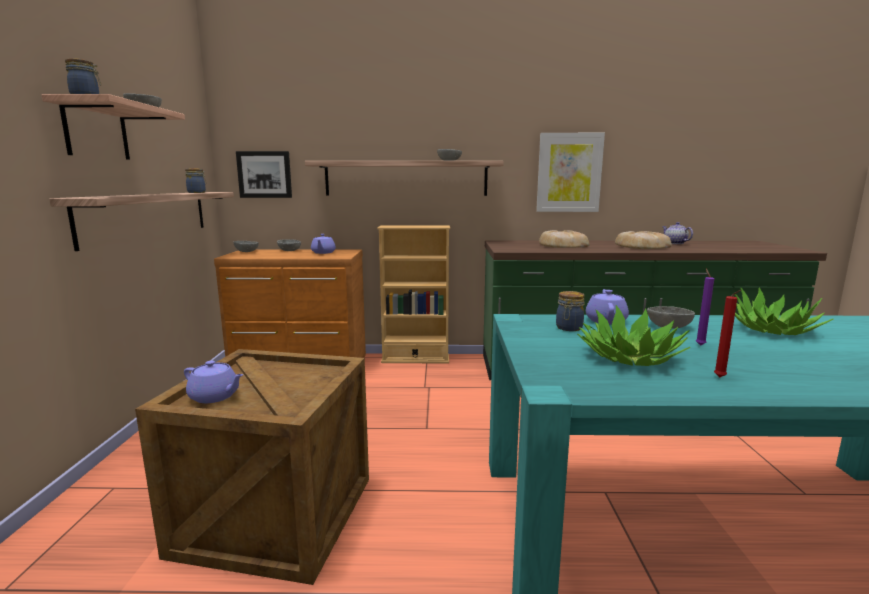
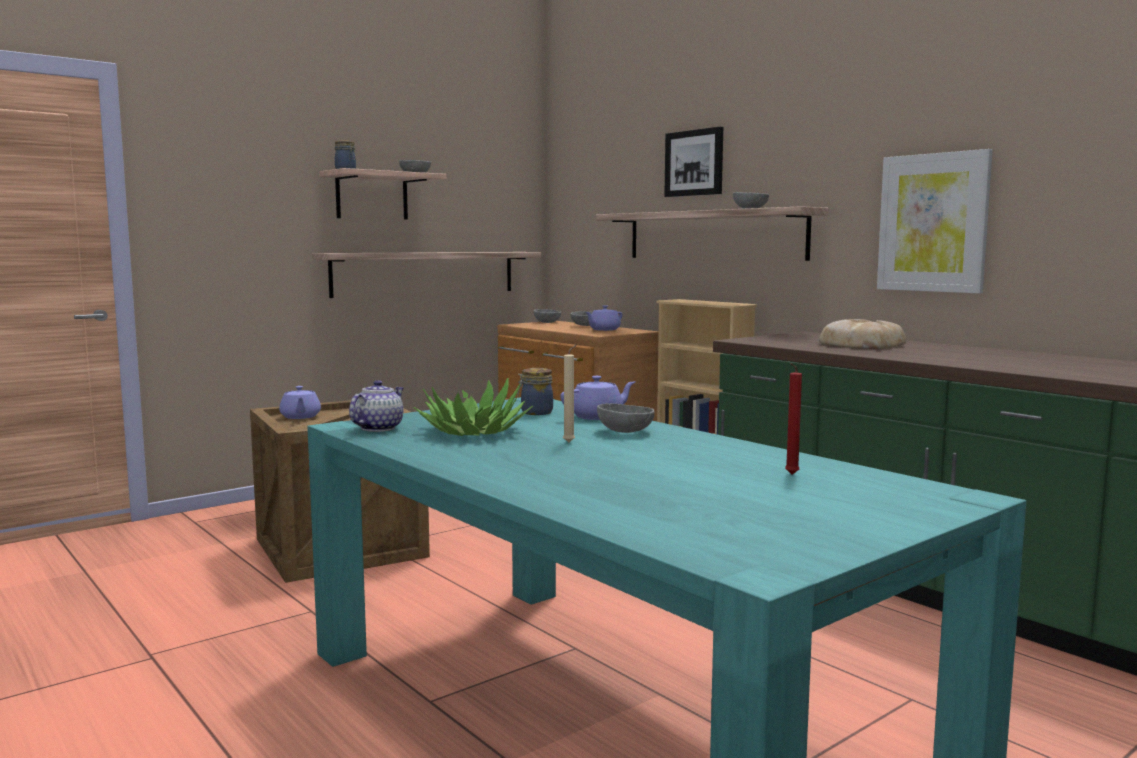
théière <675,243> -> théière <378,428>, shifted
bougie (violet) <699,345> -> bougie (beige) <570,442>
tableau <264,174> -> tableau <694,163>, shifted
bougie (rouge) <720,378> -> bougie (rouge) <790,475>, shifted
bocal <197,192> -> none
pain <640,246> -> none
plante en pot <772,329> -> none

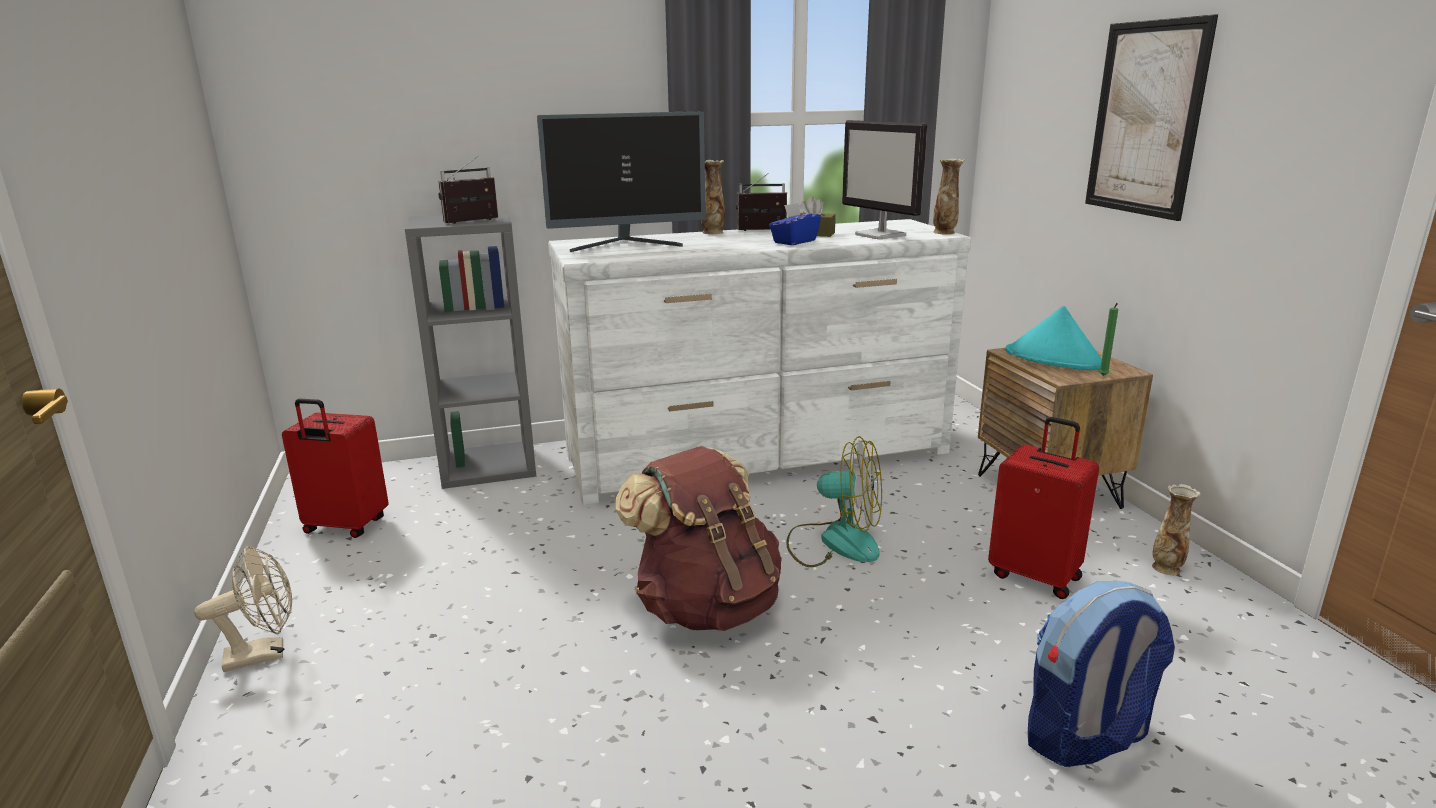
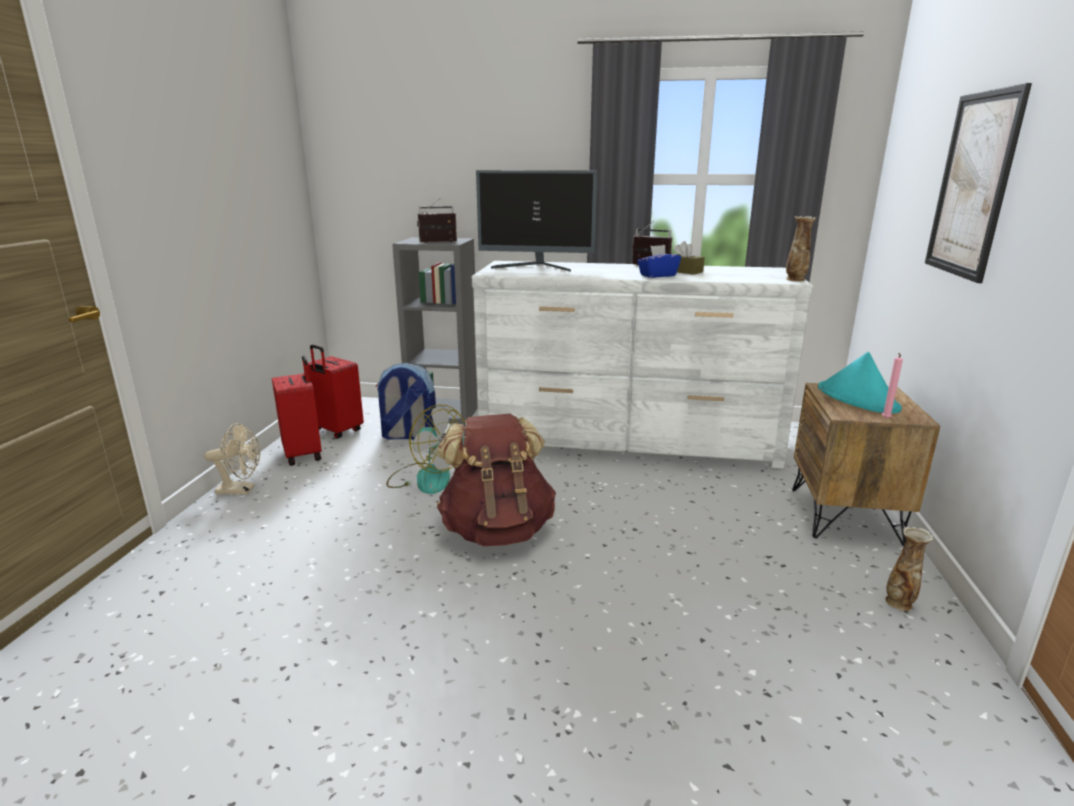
valise (rouge) <1035,575> -> valise (rouge) <304,454>, shifted
sac à dos <1086,739> -> sac à dos <408,436>, shifted
ventilateur <834,542> -> ventilateur <426,477>, shifted
bougie (vert) <1103,376> -> bougie (rose) <885,419>
vase <713,232> -> none
écran d'ordinateur <881,235> -> none

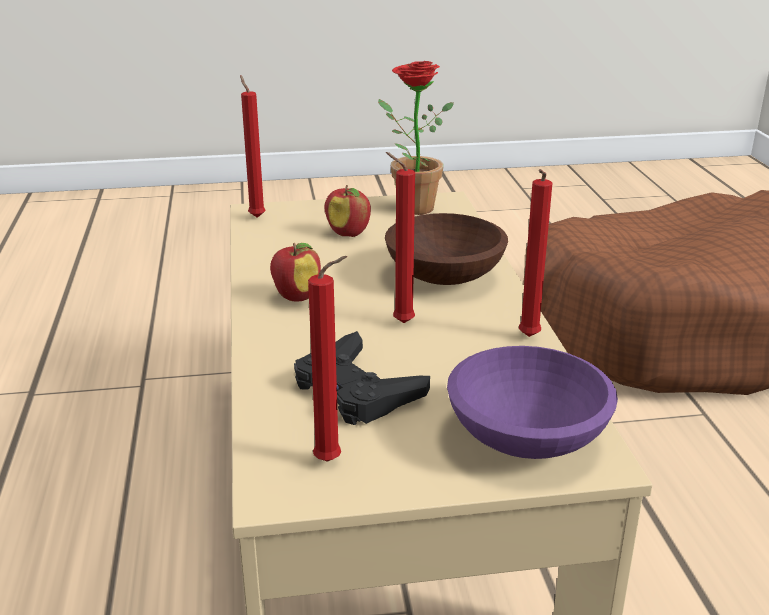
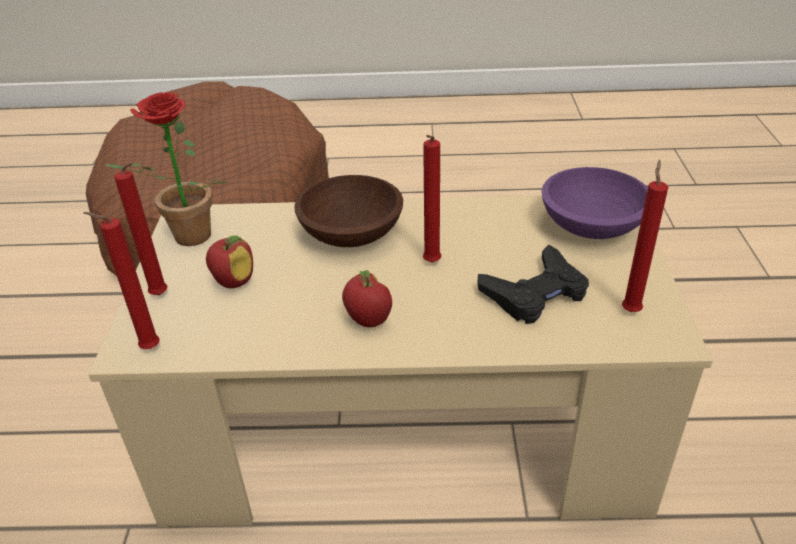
bougie (rouge) <527,338> -> bougie (rouge) <161,296>, shifted

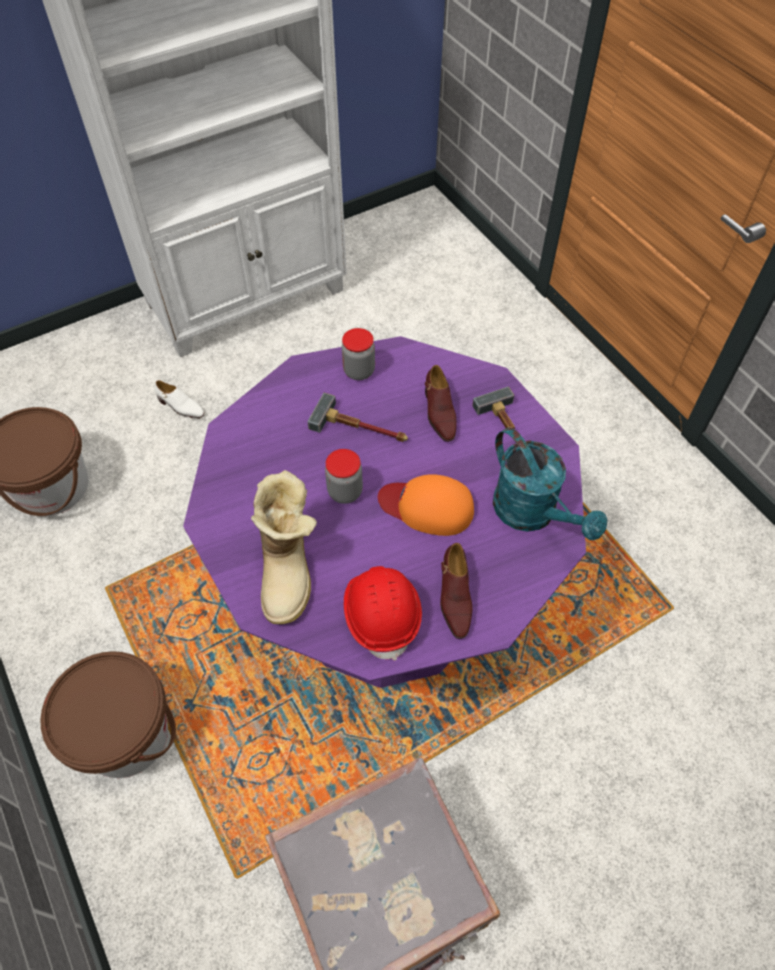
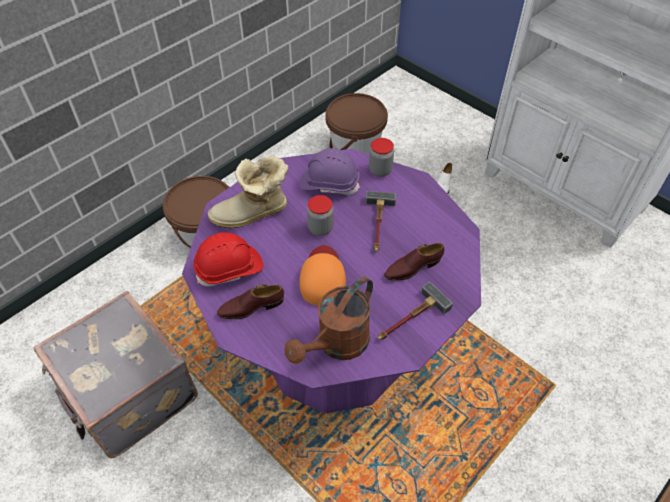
arrosoir (turquoise) <533,514> -> arrosoir (marron) <337,345>
none -> casque de chantier (violet) <329,183>
bocal <359,371> -> bocal <380,170>, shifted

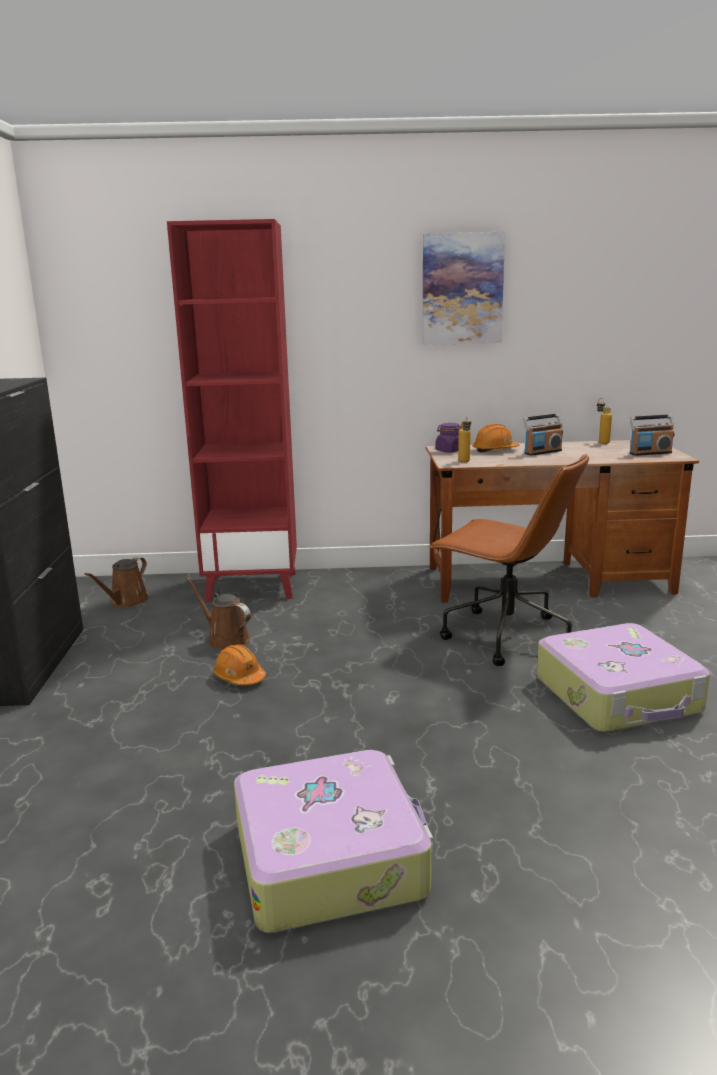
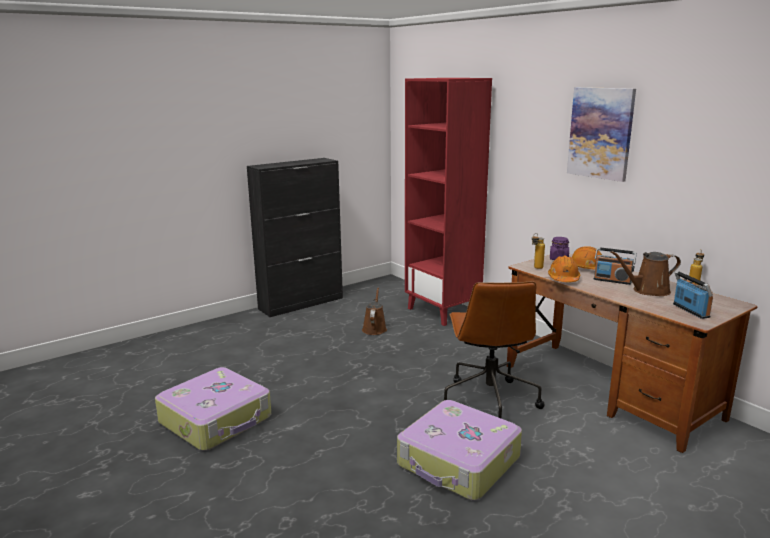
casque de chantier (orange) <239,677> -> casque de chantier (orange) <563,279>, shifted
arrosoir (marron) <126,601> -> arrosoir (marron) <648,291>, shifted
radio <650,453> -> radio <690,311>, 150 degrees counterclockwise

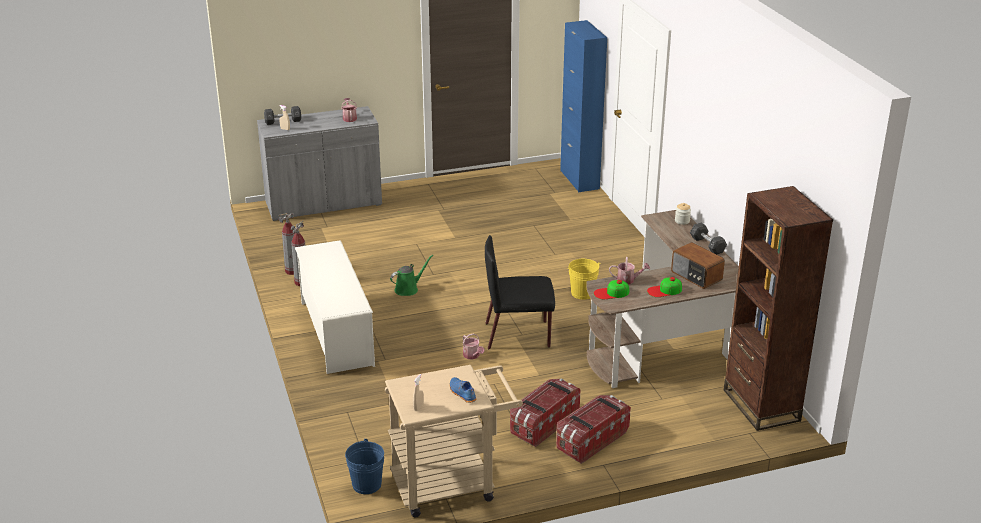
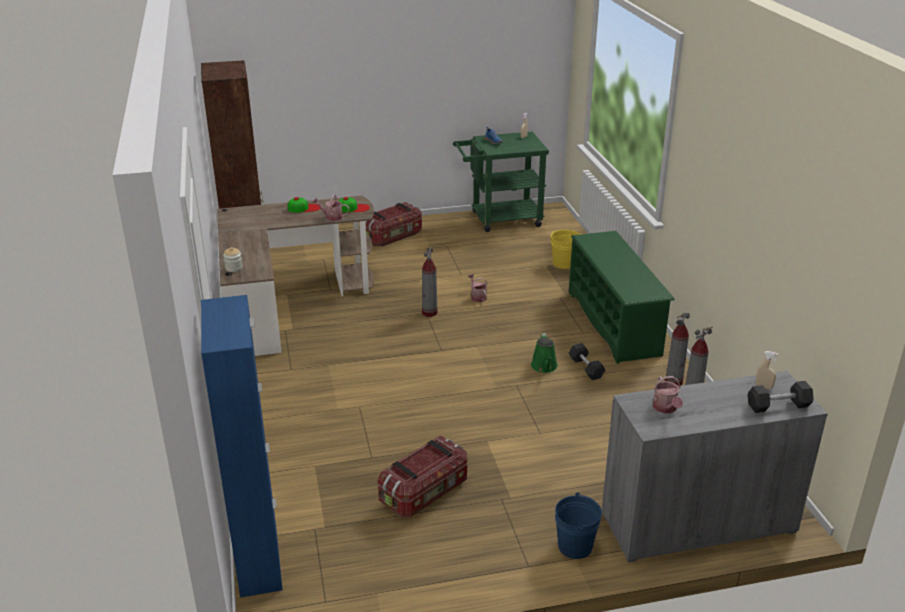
boîte de rangement <543,424> -> boîte de rangement <425,493>, shifted
chaise (noir) <519,335> -> extincteur <429,313>
chariot (beige) <452,484> -> chariot (vert) <500,219>
arrosoir (vert) <408,289> -> arrosoir (vert) <544,367>, 60 degrees counterclockwise
seau (jaune) <582,293> -> seau (jaune) <564,263>, shifted
seau (bleu) <366,484> -> seau (bleu) <575,546>, shifted
étagère à chaussures (blanc) <336,333> -> étagère à chaussures (vert) <614,323>
haltère (gris) <707,245> -> haltère (gris) <586,368>, shifted
radio <696,276> -> none

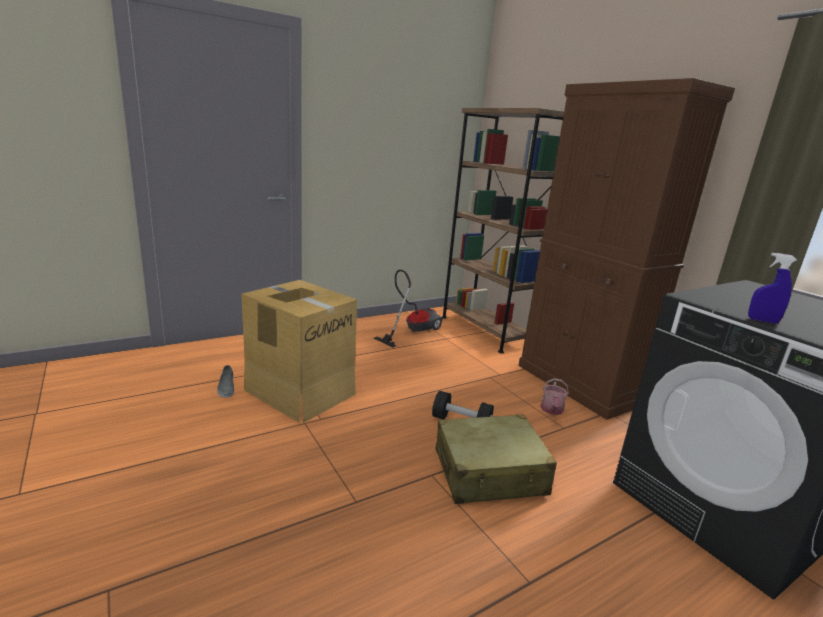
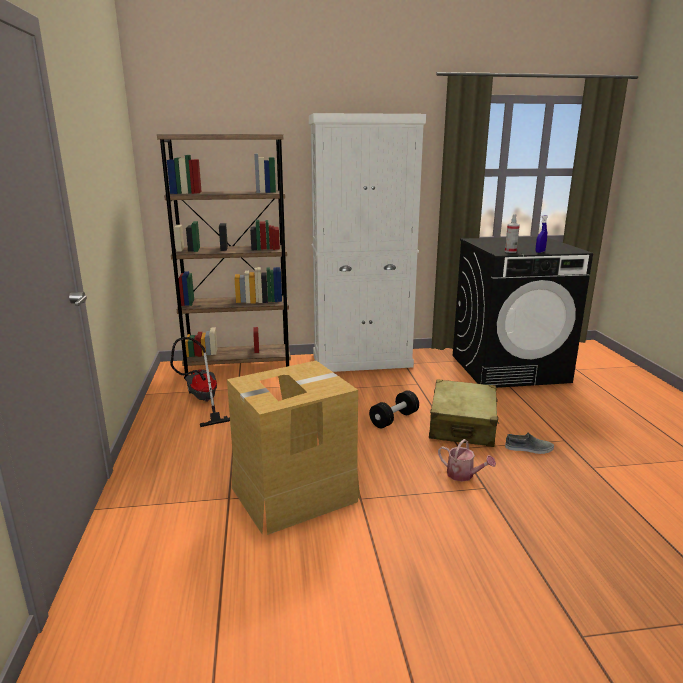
meuble de rangement (marron) <577,384> -> meuble de rangement (blanc) <362,361>
arrosoir <552,410> -> arrosoir <463,475>, shifted
none -> vaporisateur <510,251>
chaussure (gris) <226,387> -> chaussure (gris) <529,449>, shifted

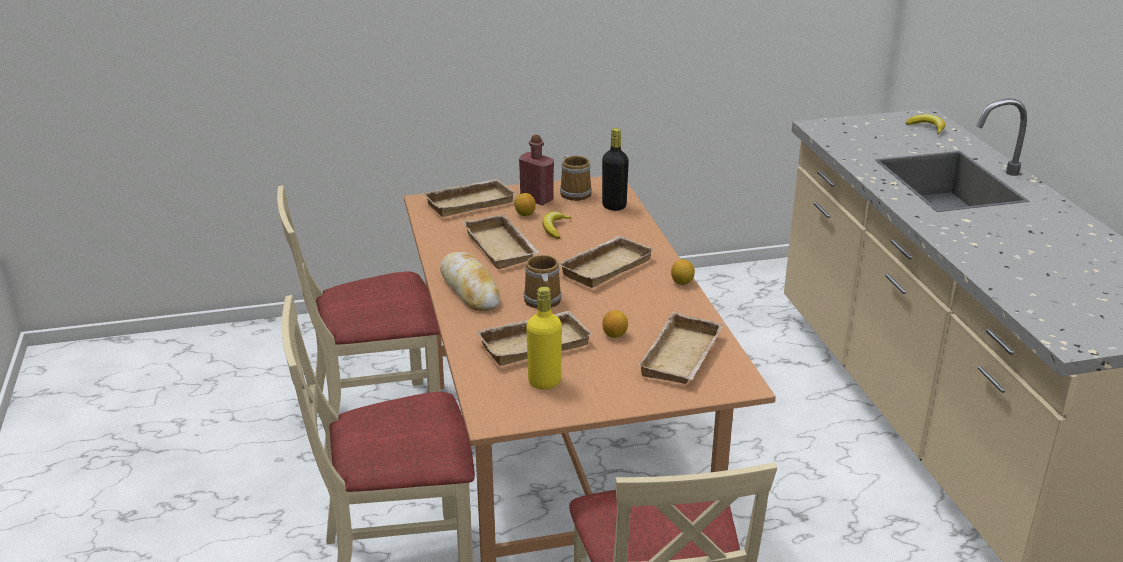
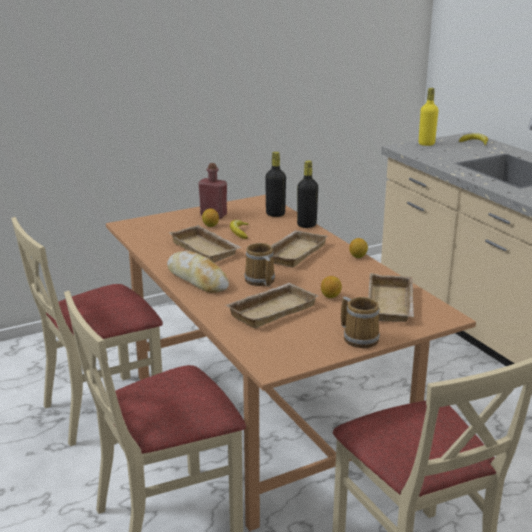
none -> bouteille (noir) <306,225>
mug <575,193> -> mug <360,338>, shifted
bouteille (jaune) <544,382> -> bouteille (jaune) <426,144>, shifted
plateau (beige) <469,202> -> none

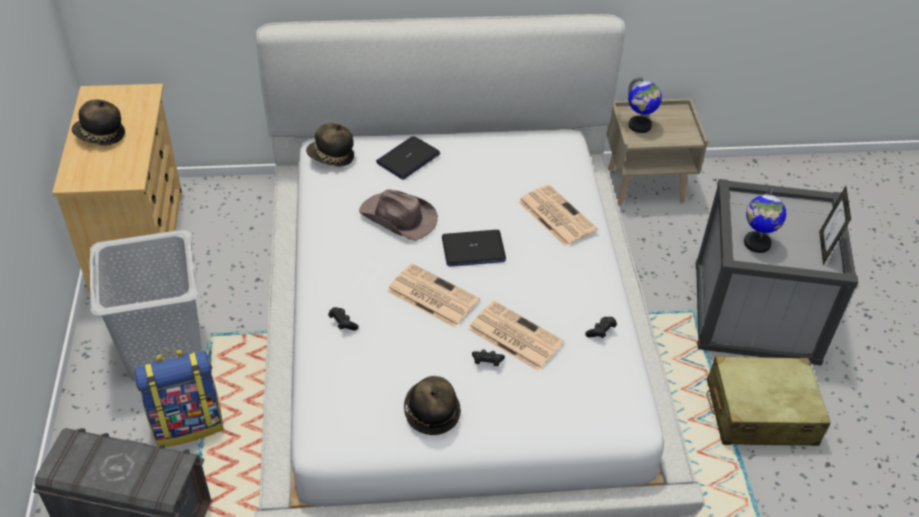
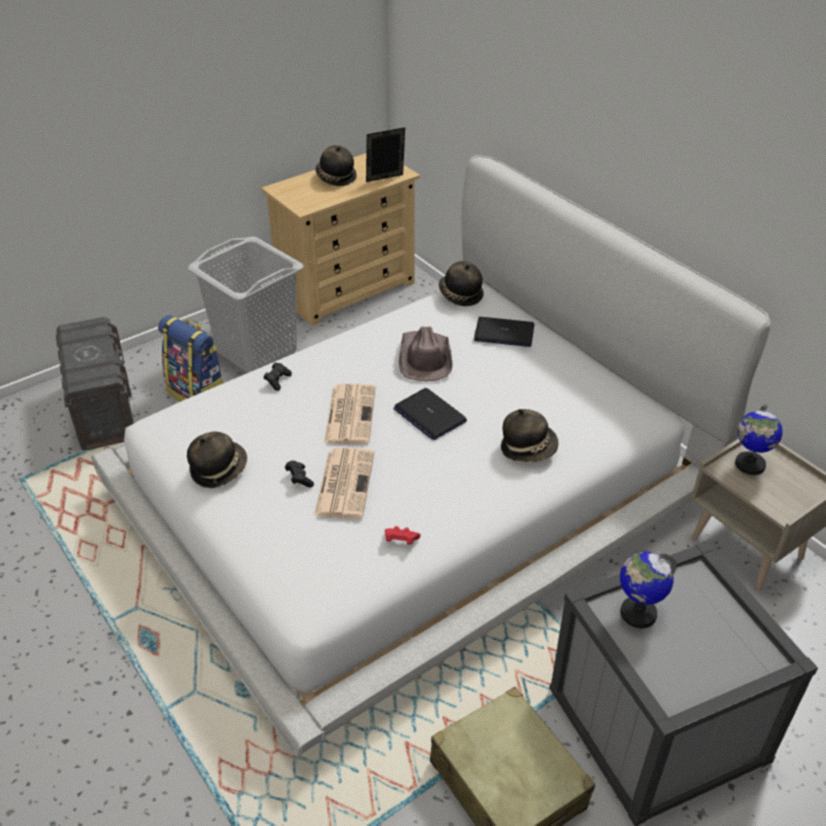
cadre photo <825,248> -> cadre photo <385,179>, shifted
manette (noir) <601,332> -> manette (rouge) <400,541>
journal <555,215> -> chapeau <528,448>

